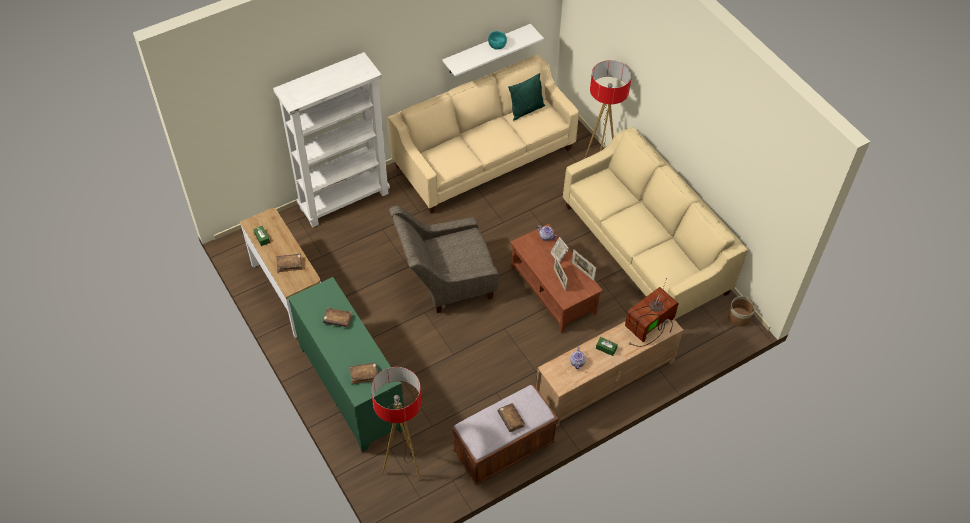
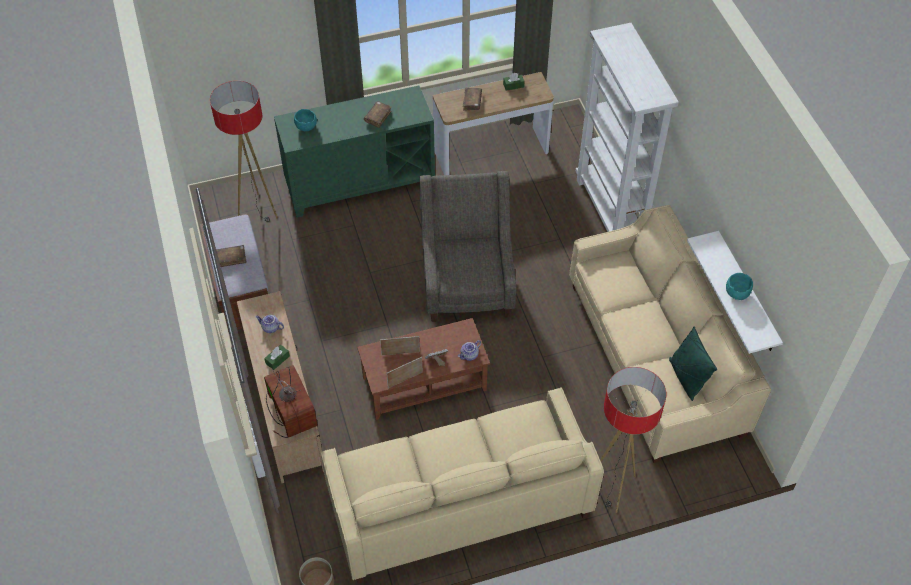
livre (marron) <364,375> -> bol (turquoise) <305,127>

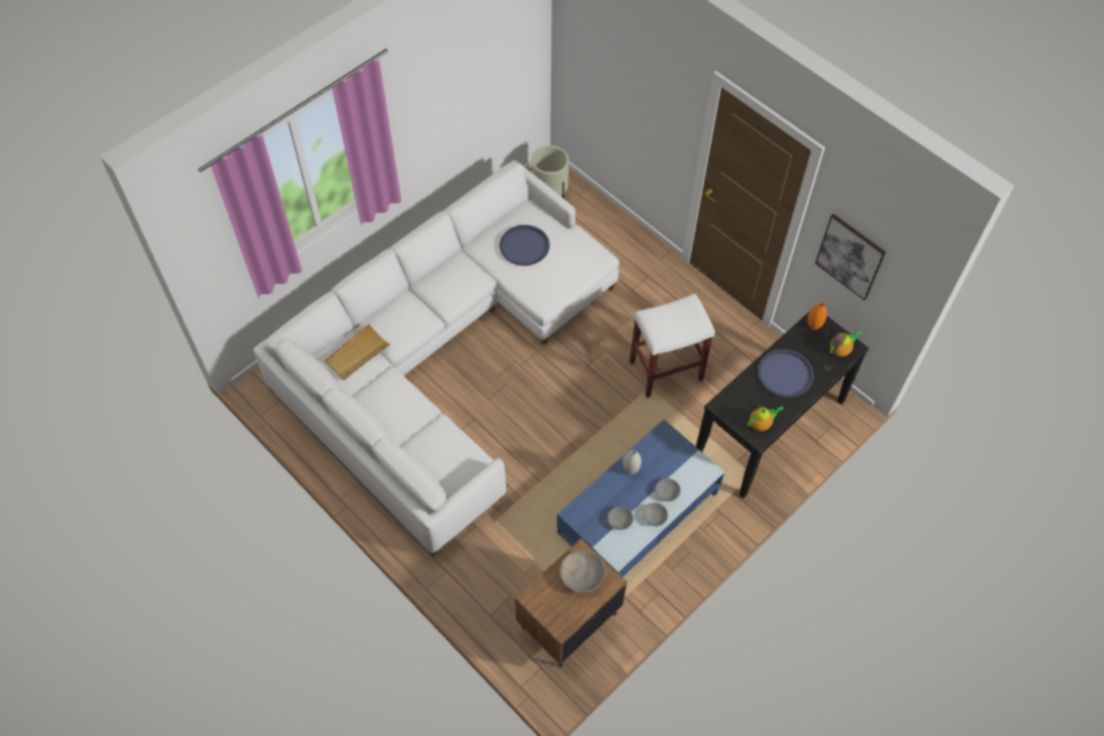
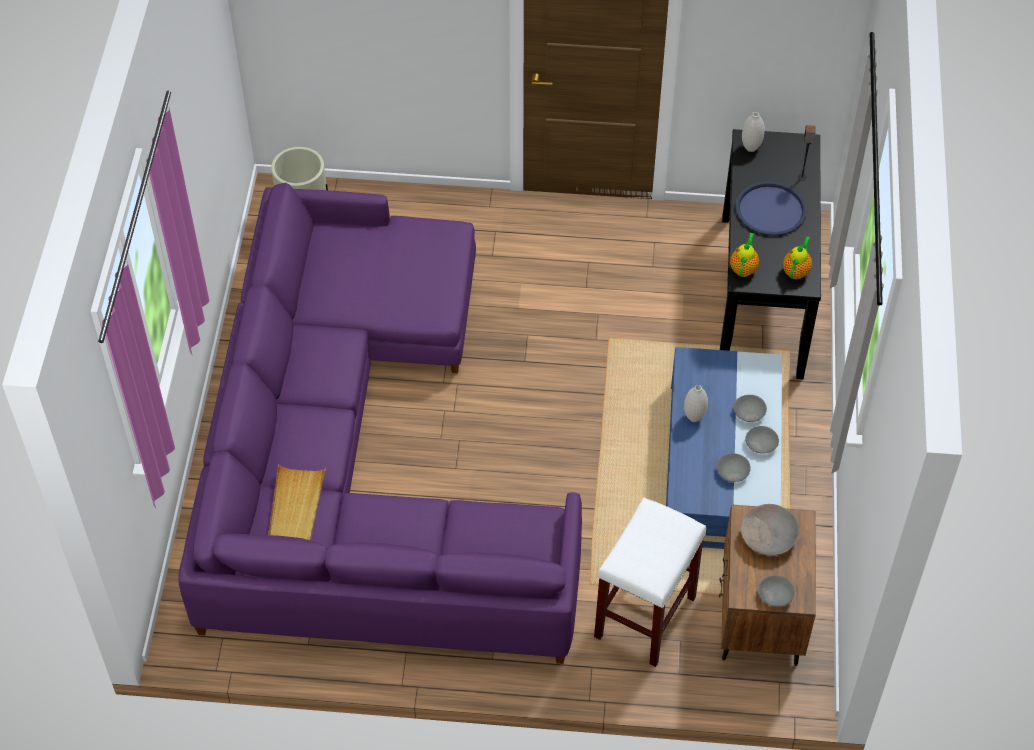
canapé (blanc) <442,356> -> canapé (violet) <359,461>
tabouret (blanc) <666,370> -> tabouret (blanc) <645,615>, shifted
théière <840,350> -> théière <743,268>, shifted
vase (orange) <813,326> -> vase (blanc) <751,148>
none -> bol (gris) <774,595>
plateau (bleu) <524,246> -> none
tableau <850,256> -> none

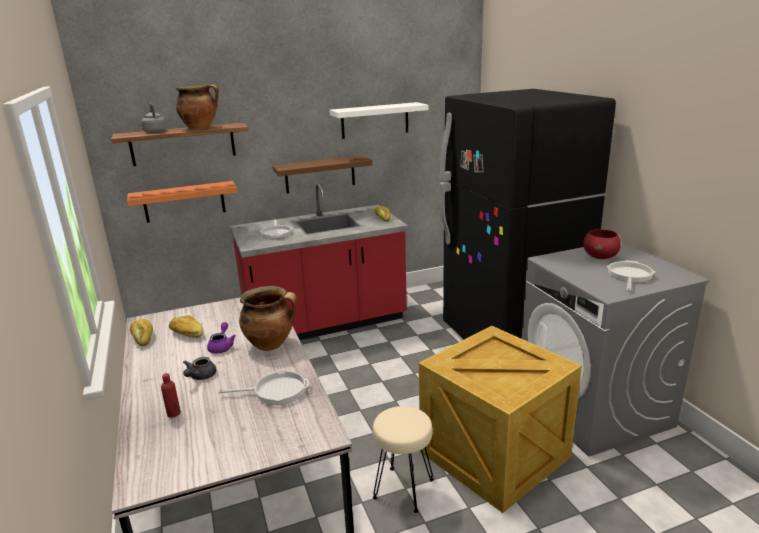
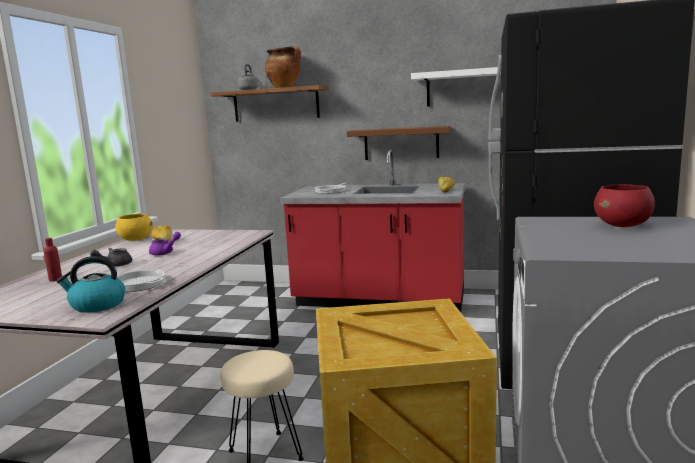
none -> bouilloire <97,305>
pain <143,337> -> bol (jaune) <136,239>
étagère (orange) <184,202> -> none
marmite <271,344> -> none
poêle <629,276> -> none

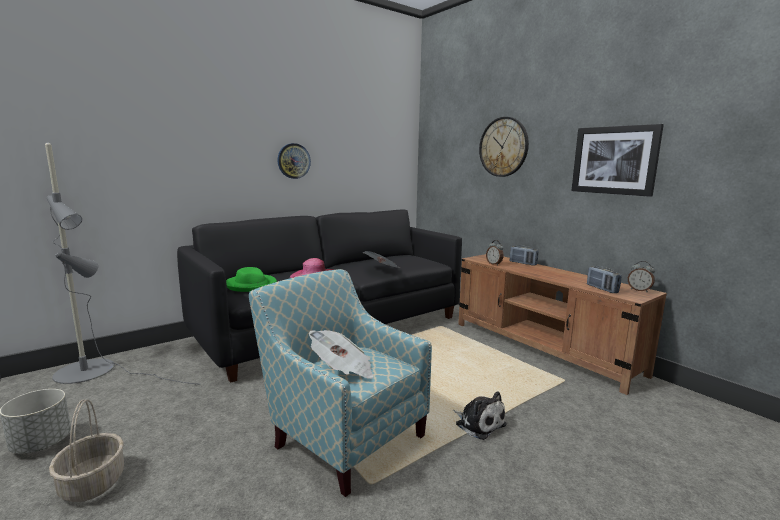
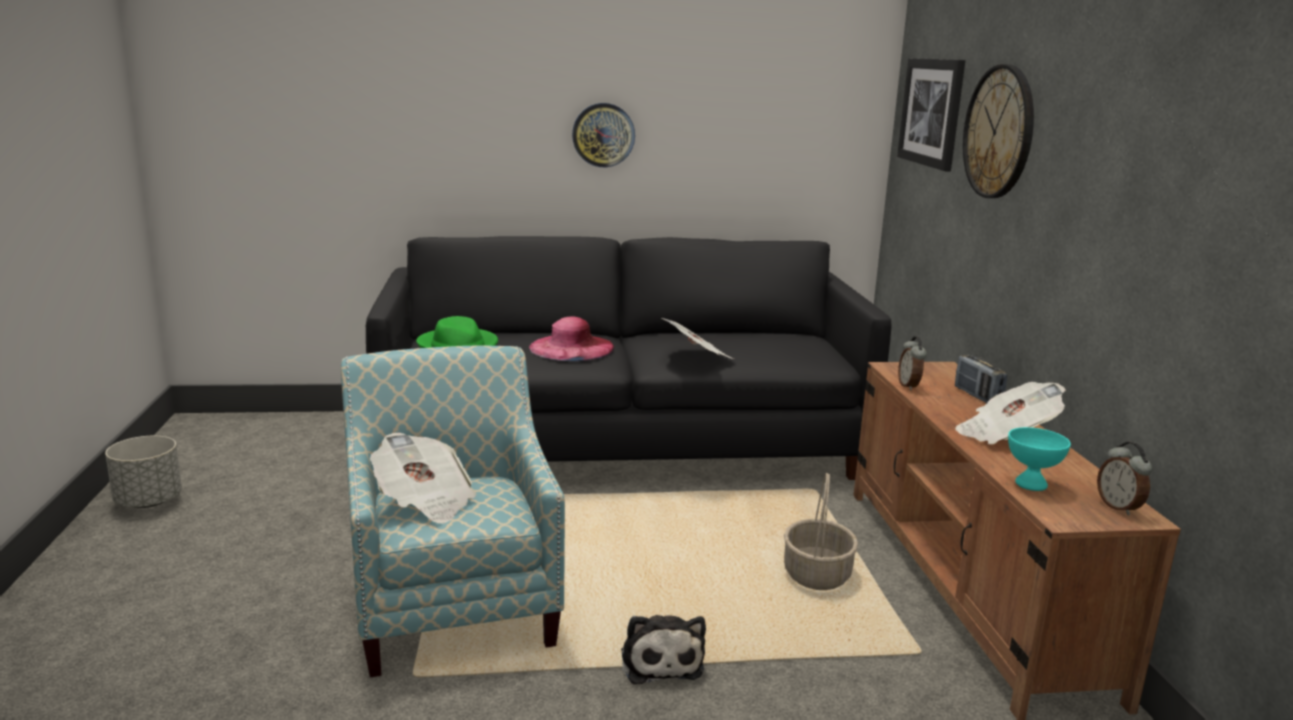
panier <92,483> -> panier <816,574>, shifted
tableau <614,160> -> tableau <932,112>, shifted
none -> journal <1005,436>
radio <602,289> -> bol (turquoise) <1032,484>
lampadaire (gris) <95,372> -> none

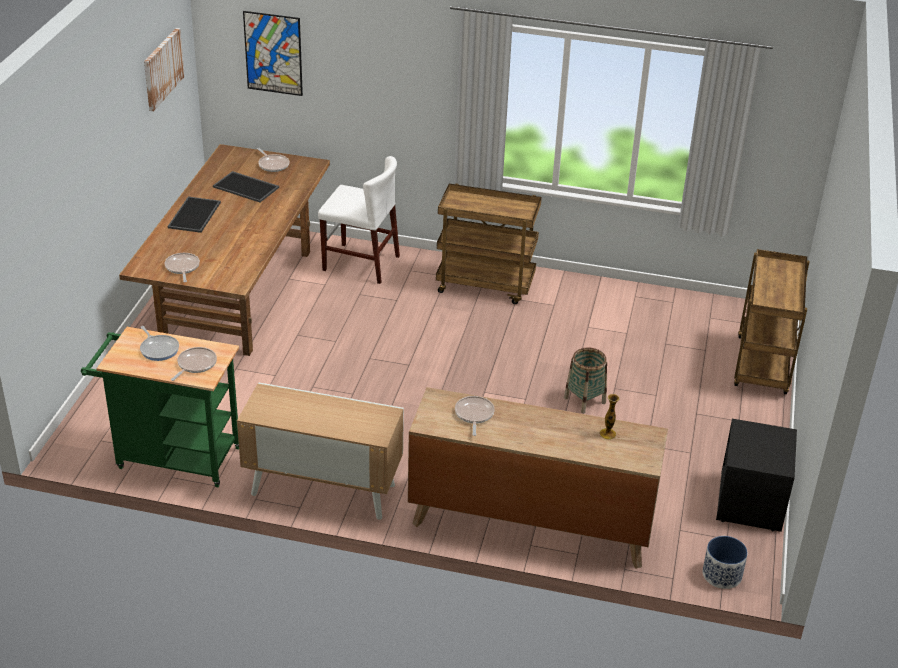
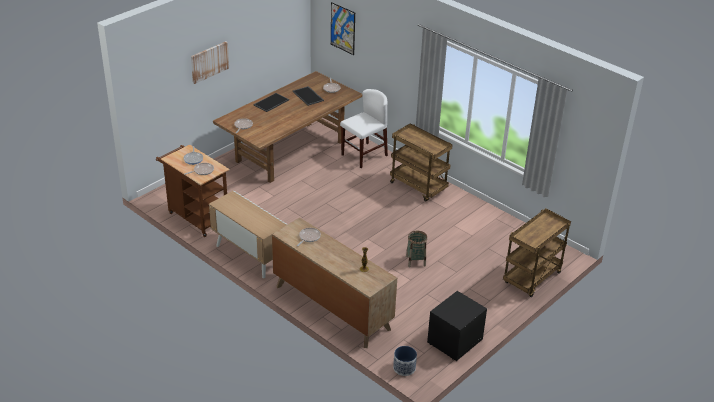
chariot (vert) <171,457> -> chariot (marron) <196,217>
tableau <162,68> -> tableau <209,62>, shifted
chaise (blanc) <361,263> -> chaise (blanc) <364,155>, 90 degrees counterclockwise

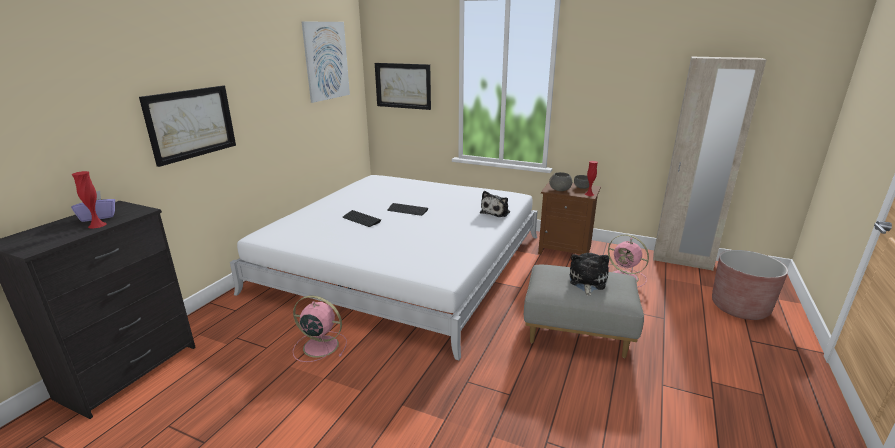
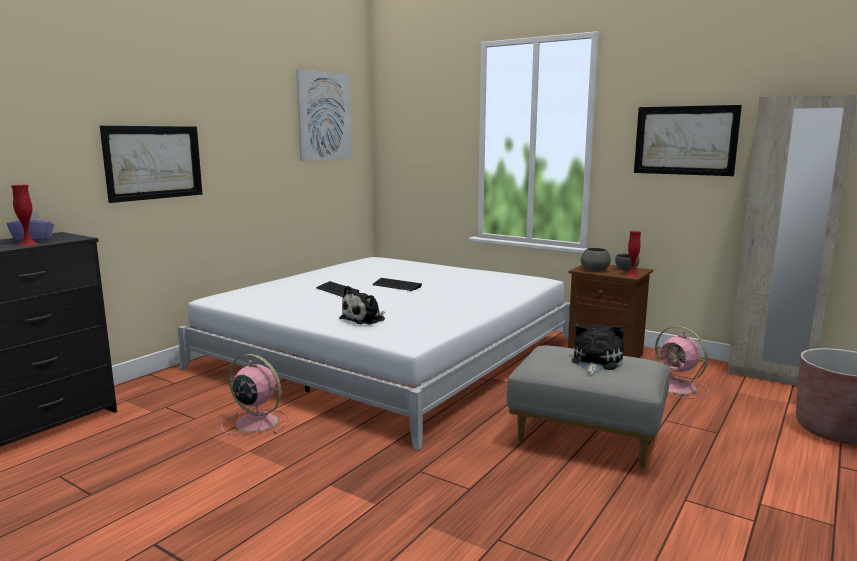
peluche <496,212> -> peluche <365,319>, shifted
tableau <403,86> -> tableau <685,140>, shifted

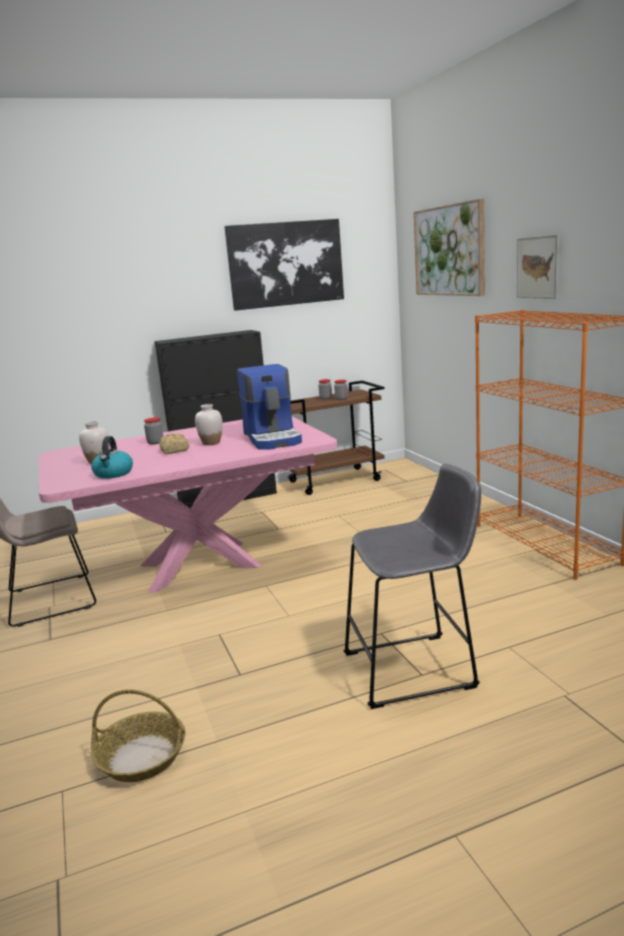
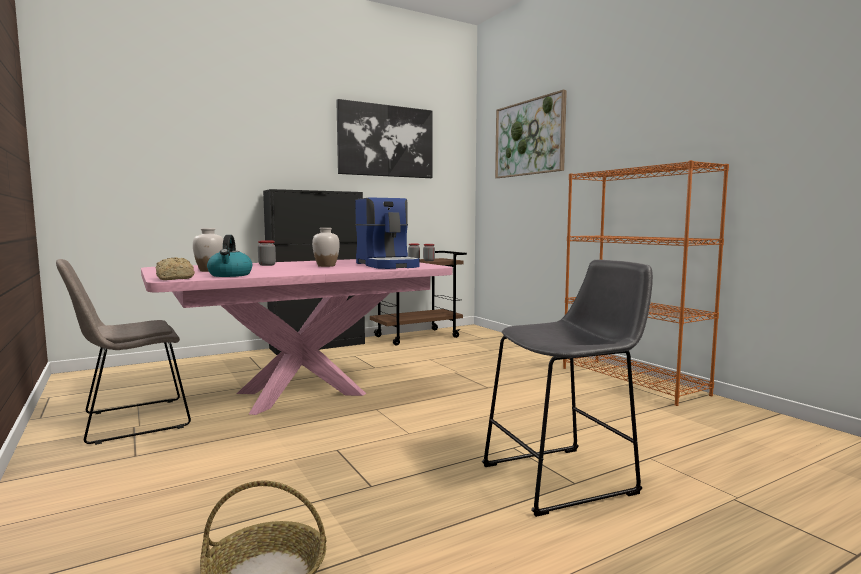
pain <174,450> -> pain <174,278>, shifted
tableau <538,267> -> none

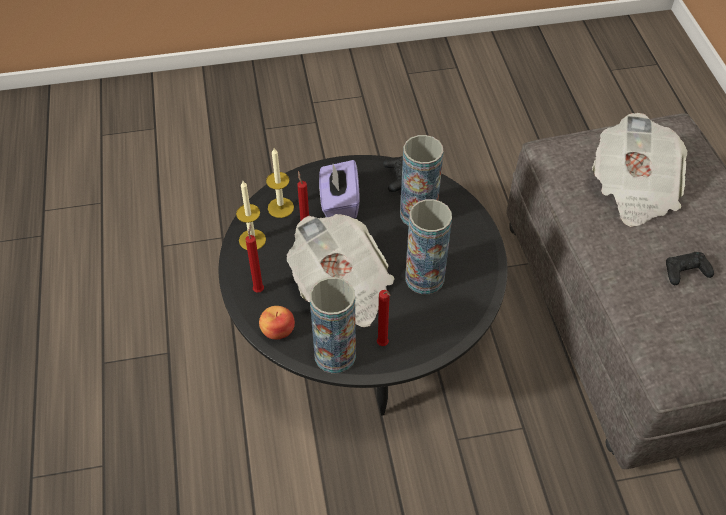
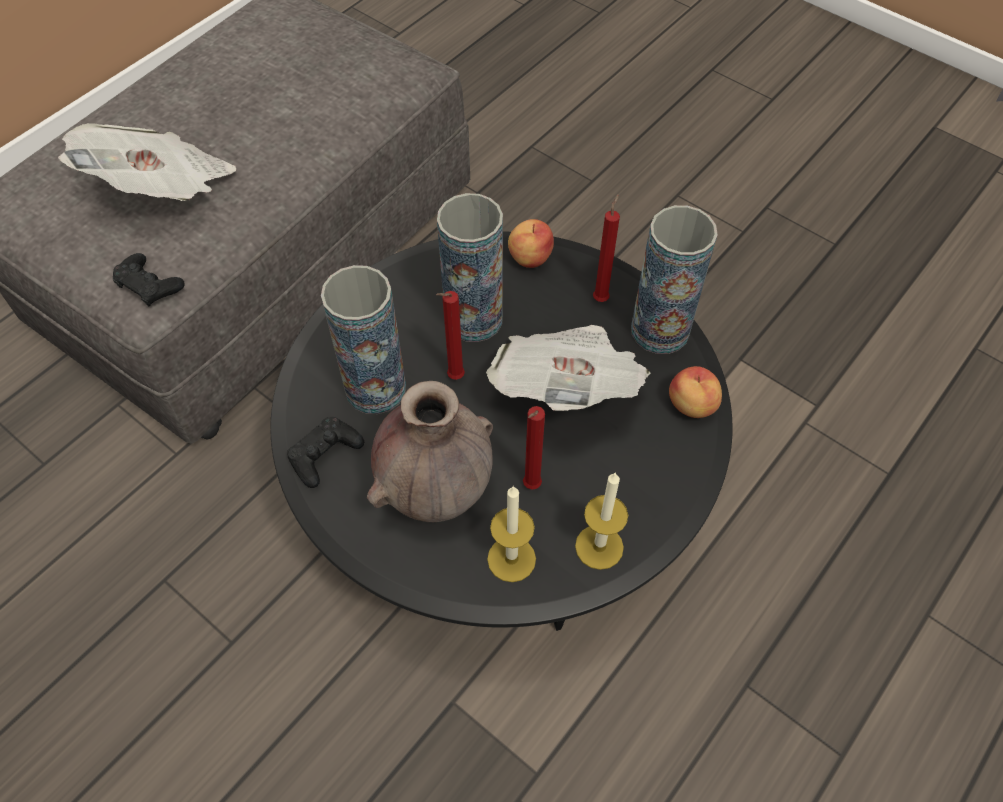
manette (noir) <685,271> -> manette (noir) <149,285>, shifted
boîte à mouchoirs (violet) <339,203> -> vase (marron) <436,491>
bougie (rouge) <259,289> -> bougie (rouge) <453,378>, shifted
none -> pomme <530,257>

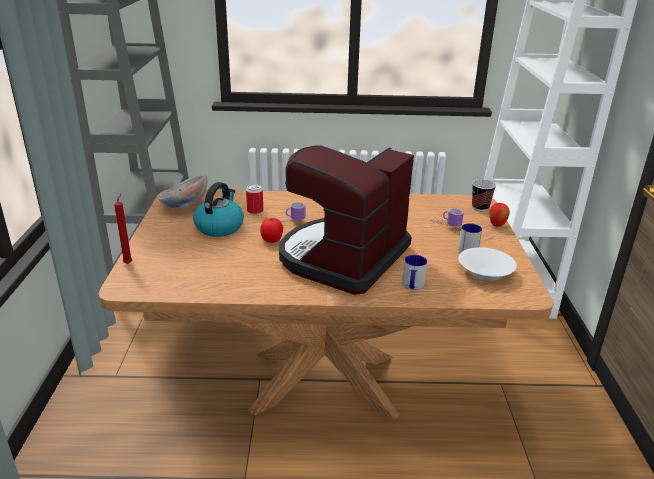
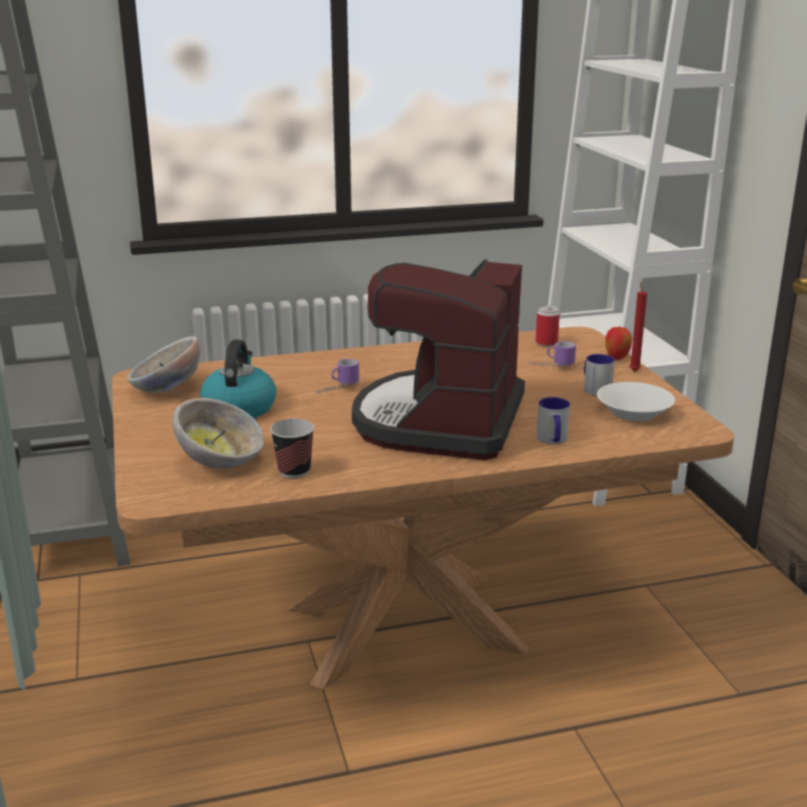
none -> bol <221,461>
tasse <480,207> -> tasse <294,471>, shifted
boîte métallique <255,211> -> boîte métallique <546,343>, shifted
bougie (rouge) <129,263> -> bougie (rouge) <634,370>, shifted
tomate <272,240> -> none

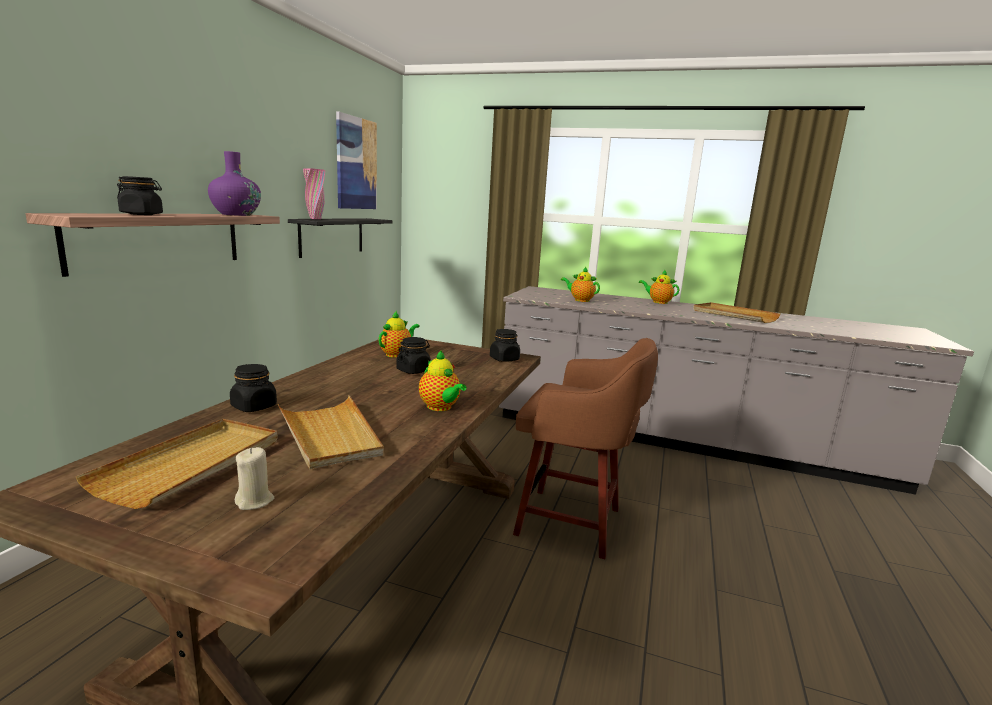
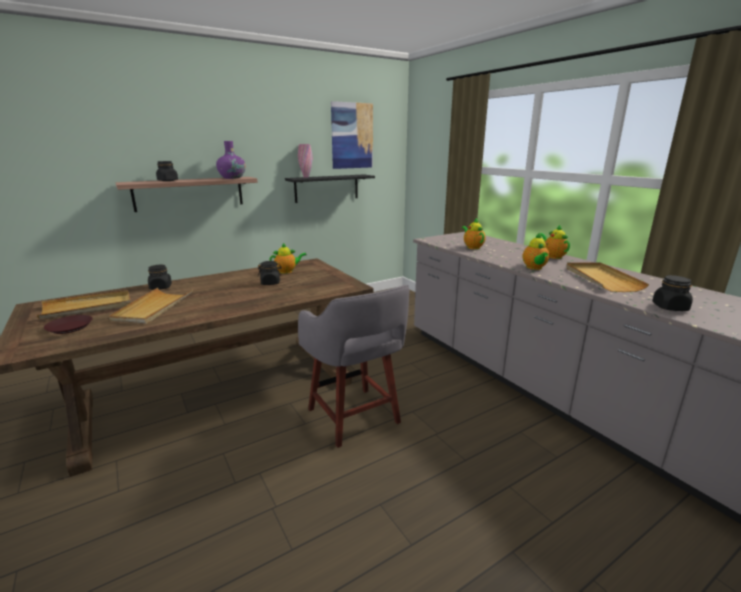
bougie (beige) <255,501> -> assiette (marron) <69,328>
tabouret (marron) <573,522> -> tabouret (gris) <355,418>
théière <440,407> -> théière <534,268>, shifted
bocal (noir) <504,359> -> bocal (noir) <670,307>, shifted

